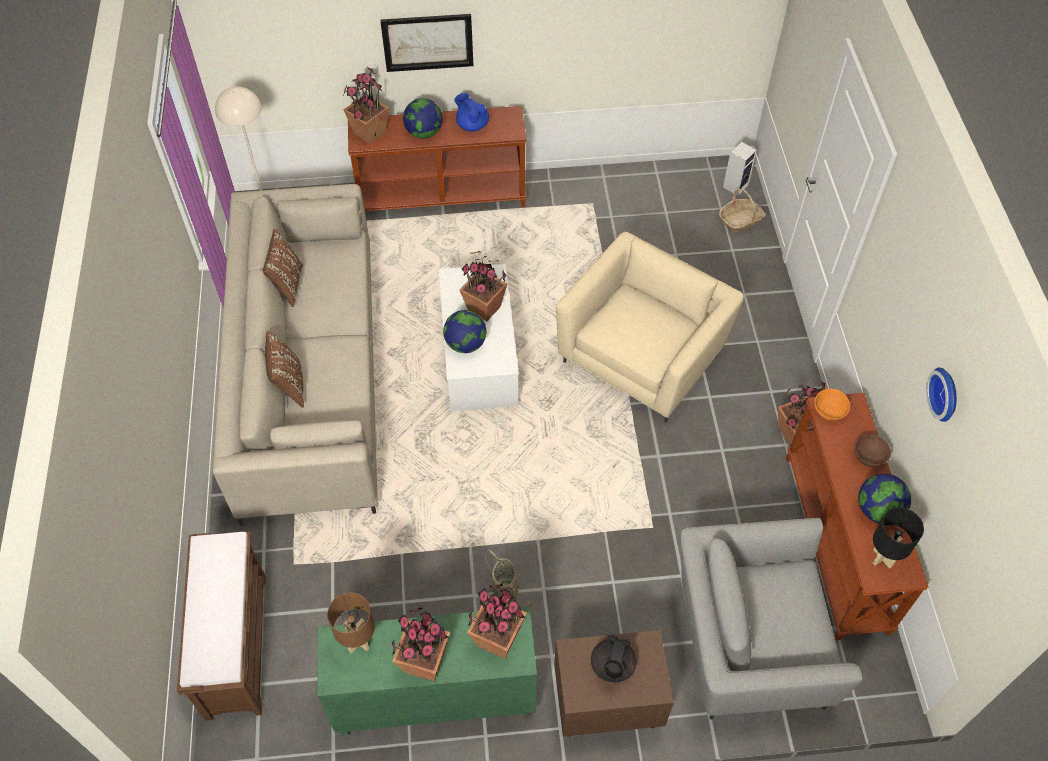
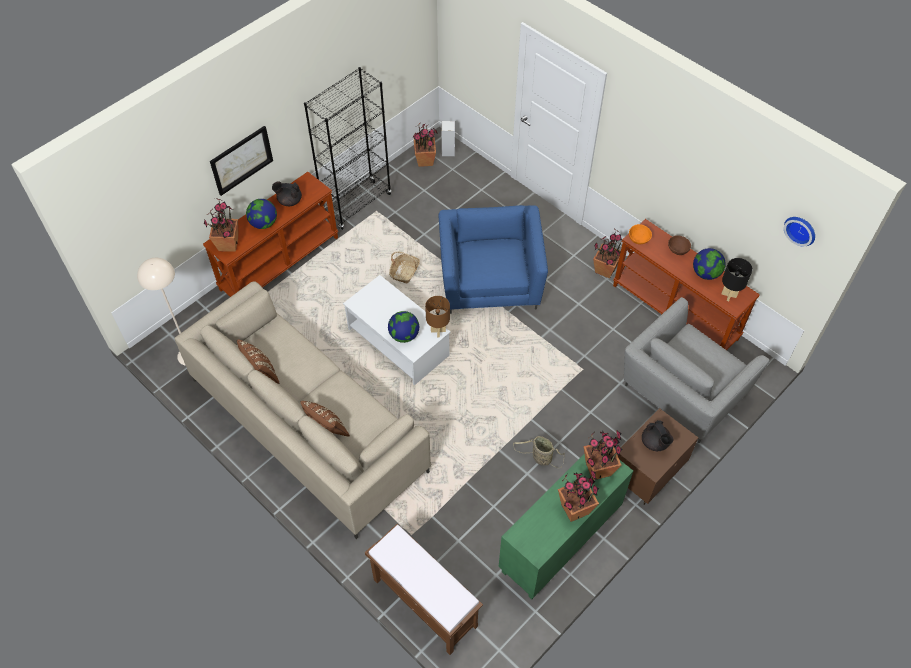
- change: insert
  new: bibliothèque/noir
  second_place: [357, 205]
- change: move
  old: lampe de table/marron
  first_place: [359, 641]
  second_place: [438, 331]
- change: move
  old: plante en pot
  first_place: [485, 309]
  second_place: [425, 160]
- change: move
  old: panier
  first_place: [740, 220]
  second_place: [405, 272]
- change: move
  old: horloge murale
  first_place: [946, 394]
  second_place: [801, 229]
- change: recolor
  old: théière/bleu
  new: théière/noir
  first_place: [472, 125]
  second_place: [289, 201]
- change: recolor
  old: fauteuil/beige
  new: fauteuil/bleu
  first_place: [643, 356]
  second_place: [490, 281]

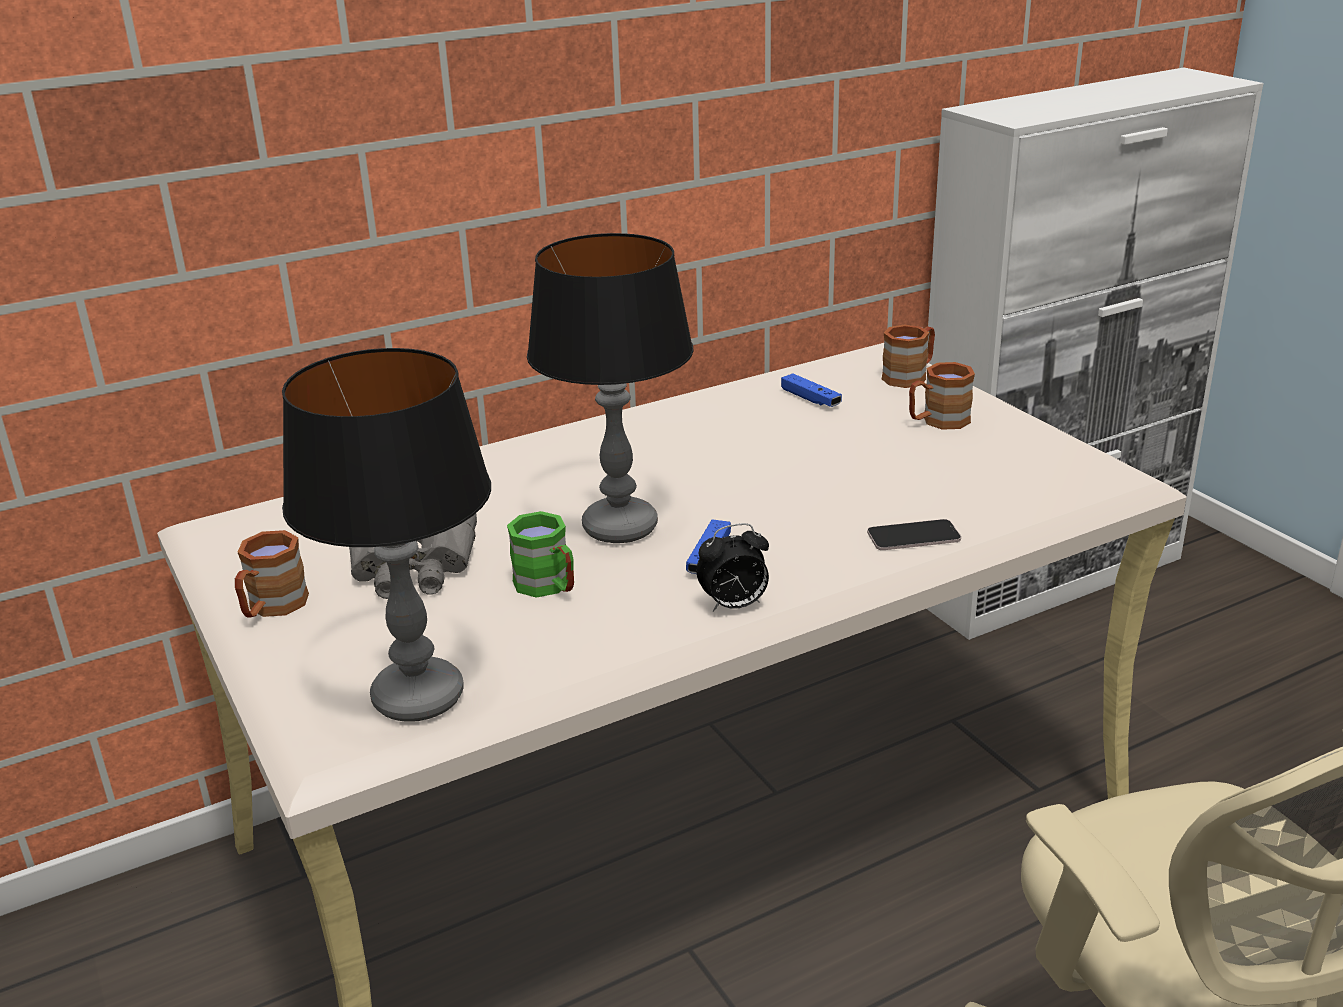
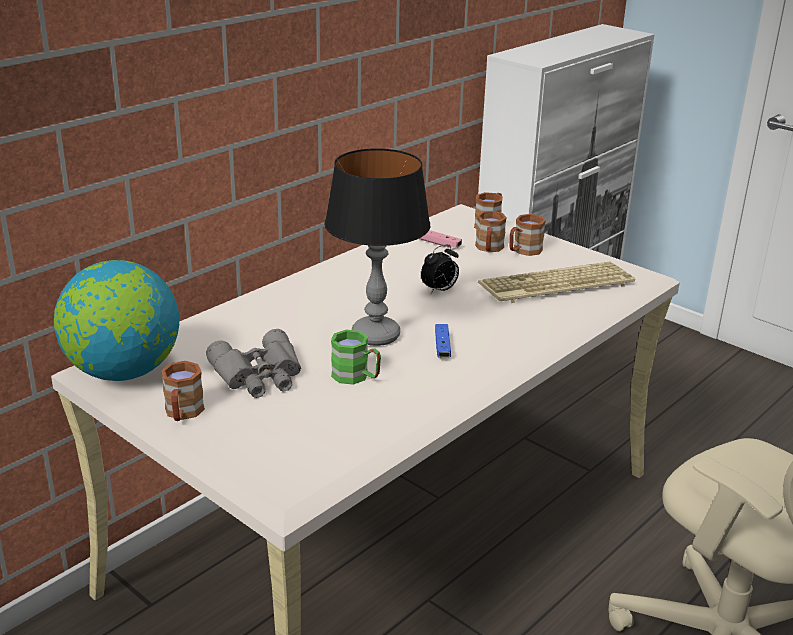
- change: delete
  old: lampe de table
  first_place: [419, 697]
- change: delete
  old: téléphone
  first_place: [913, 536]
- change: insert
  new: globe
  second_place: [123, 372]
- change: insert
  new: mug/marron
  second_place: [489, 249]
- change: insert
  new: clavier
  second_place: [556, 285]
- change: move
  old: réveil
  first_place: [734, 606]
  second_place: [439, 290]
- change: recolor
  old: manette/bleu
  new: manette/rose
  first_place: [810, 399]
  second_place: [439, 244]

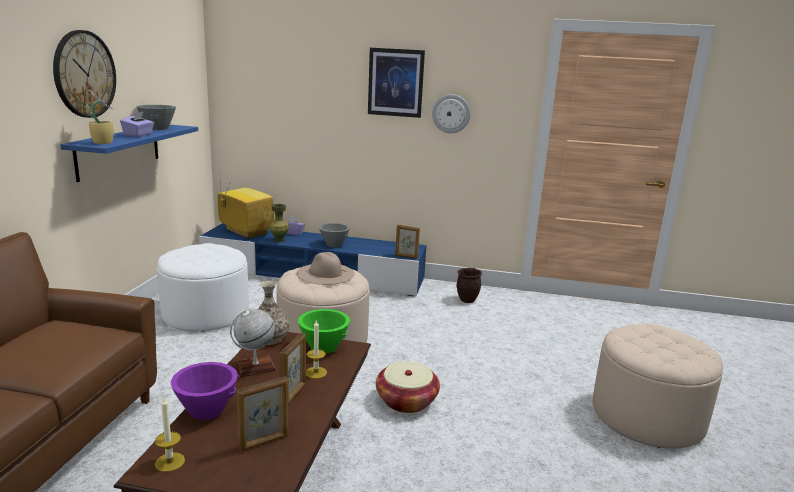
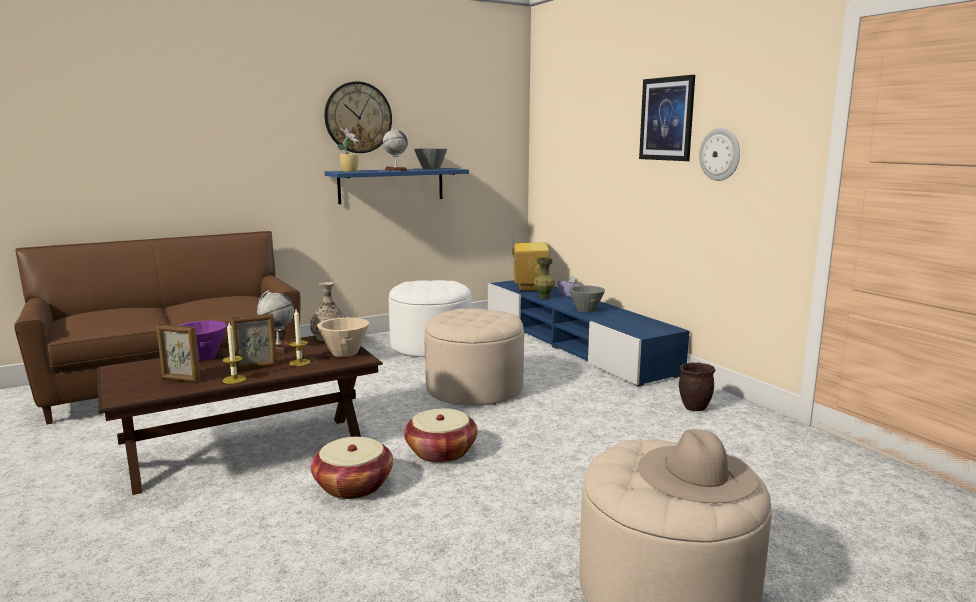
- change: delete
  old: cadre photo
  first_place: [406, 256]
- change: insert
  new: panier
  second_place: [353, 486]
- change: move
  old: bougie
  first_place: [170, 462]
  second_place: [234, 379]
- change: move
  old: chapeau/beige
  first_place: [325, 273]
  second_place: [695, 472]
- change: replace
  old: boîte à mouchoirs/violet
  new: globe
  first_place: [138, 135]
  second_place: [396, 170]
- change: recolor
  old: bol/vert
  new: bol/beige
  first_place: [323, 347]
  second_place: [344, 353]

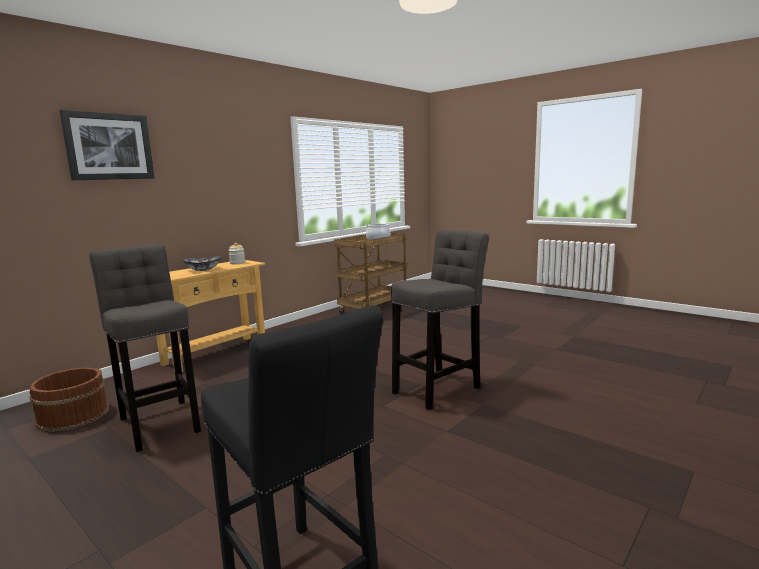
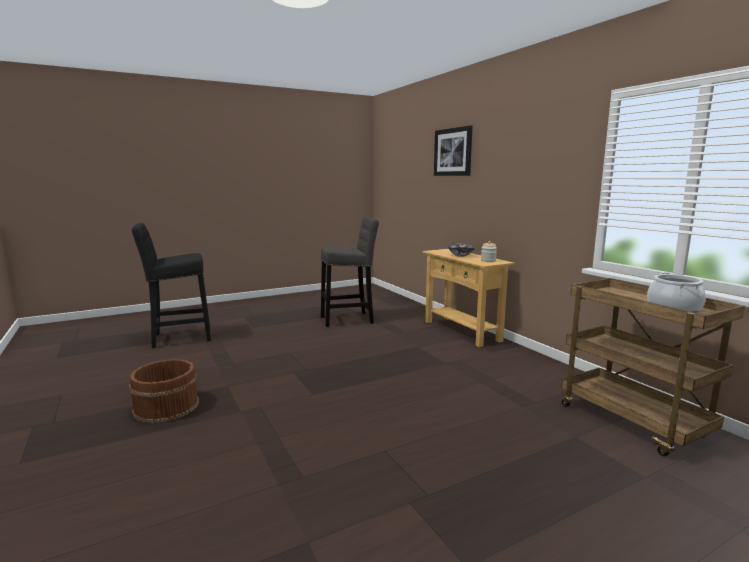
- change: delete
  old: tabouret/gris
  first_place: [439, 388]
- change: move
  old: seau/marron
  first_place: [73, 416]
  second_place: [166, 406]

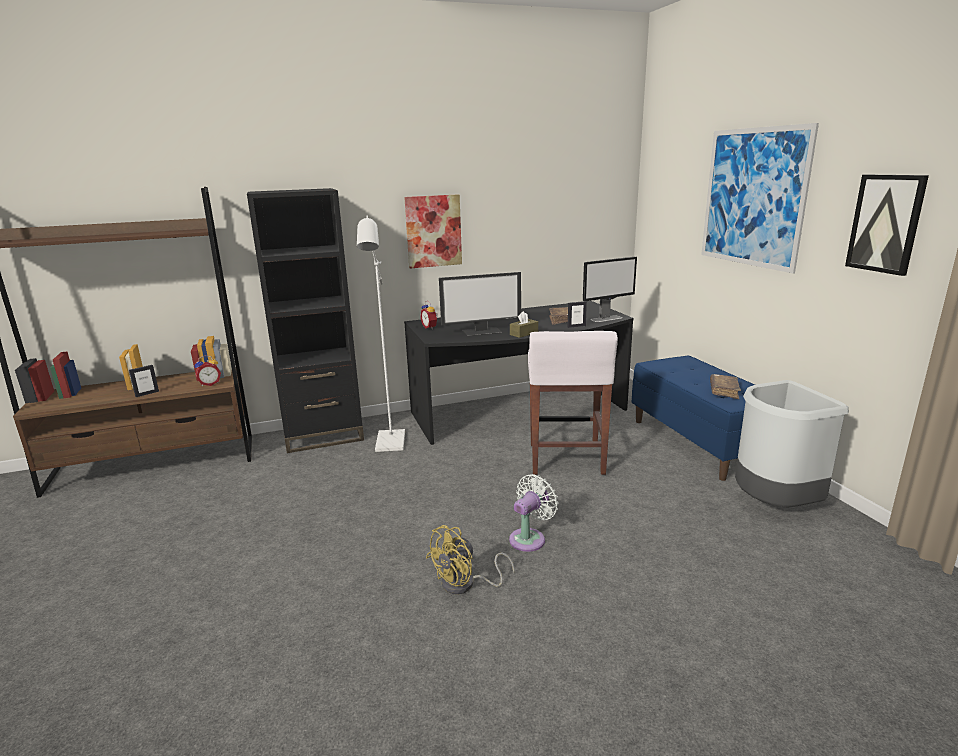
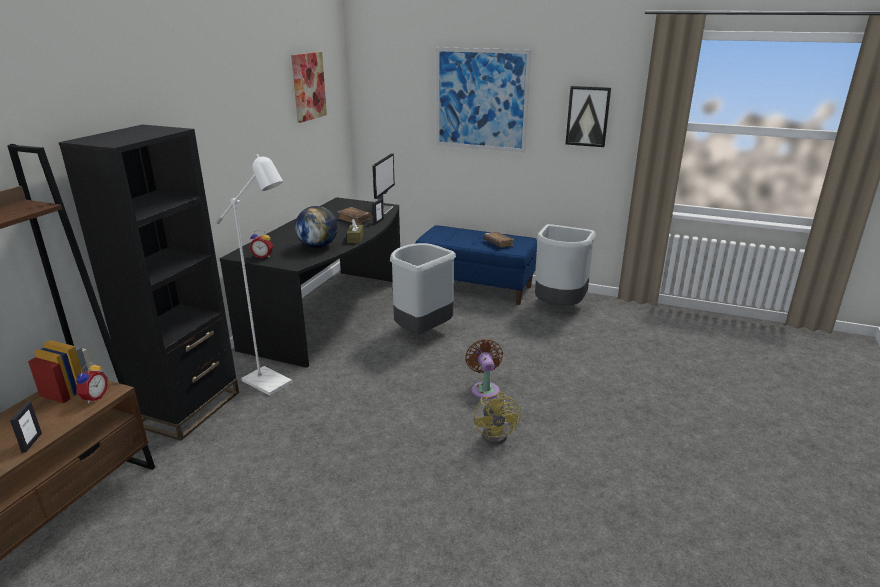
- change: move
  old: tableau
  first_place: [433, 231]
  second_place: [308, 86]
- change: replace
  old: écran d'ordinateur
  new: globe
  first_place: [482, 331]
  second_place: [318, 246]
- change: replace
  old: tabouret/blanc
  new: poubelle/gris
  first_place: [566, 460]
  second_place: [421, 332]
- change: recolor
  old: ventilateur/blanc
  new: ventilateur/marron
  first_place: [530, 538]
  second_place: [485, 389]

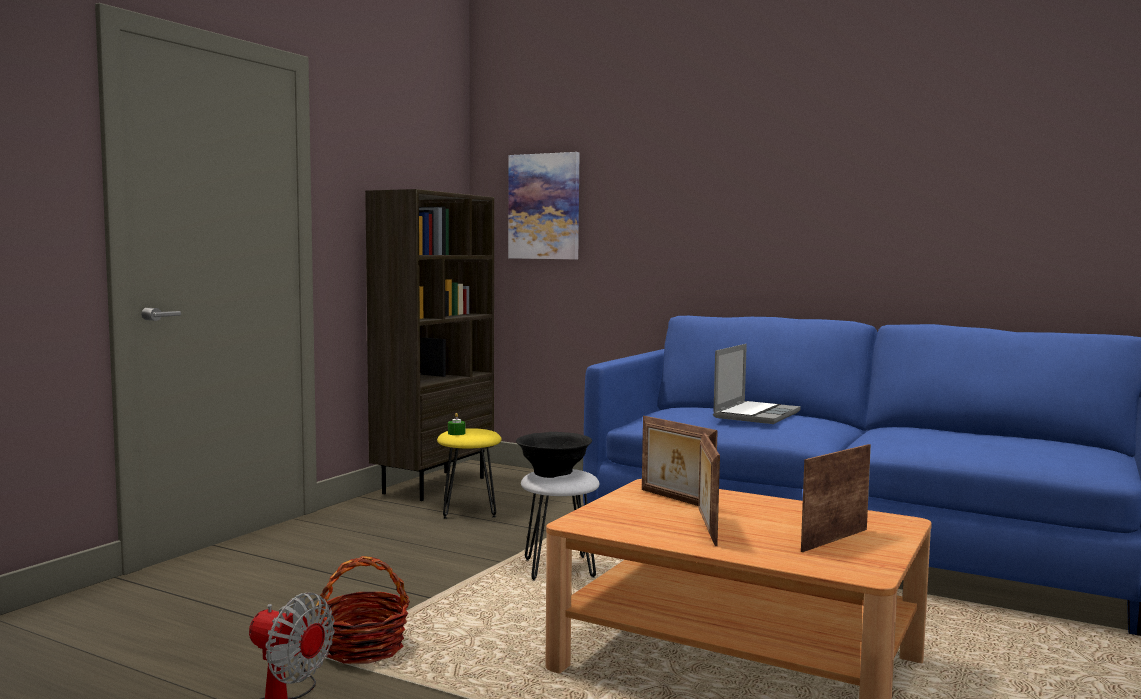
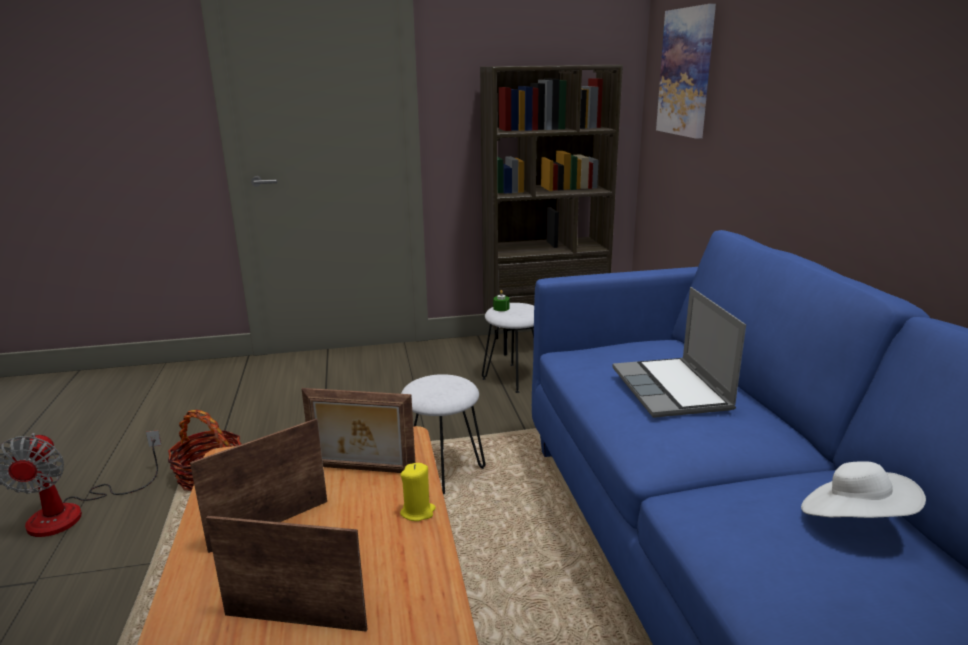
- change: delete
  old: bol/noir
  first_place: [553, 473]
- change: insert
  new: bougie/jaune
  second_place: [418, 512]
- change: insert
  new: chapeau/blanc
  second_place: [854, 520]
- change: recolor
  old: tabouret/jaune
  new: tabouret/blanc
  first_place: [469, 510]
  second_place: [515, 377]
- change: rotate
  old: cadre photo
  first_place: [675, 499]
  second_place: [362, 470]
  degrees: -90
- change: rotate
  old: ordinateur portable
  first_place: [756, 414]
  second_place: [672, 390]
  degrees: 90

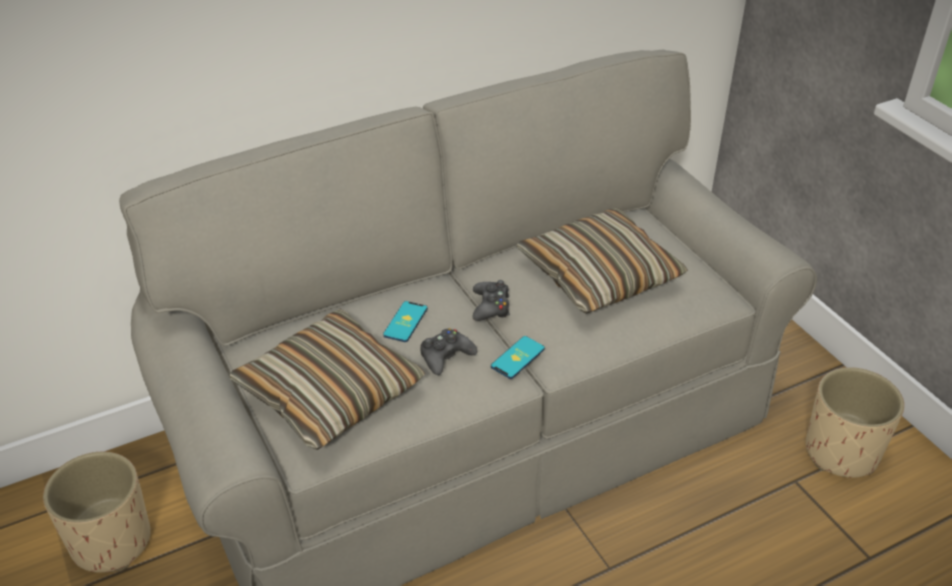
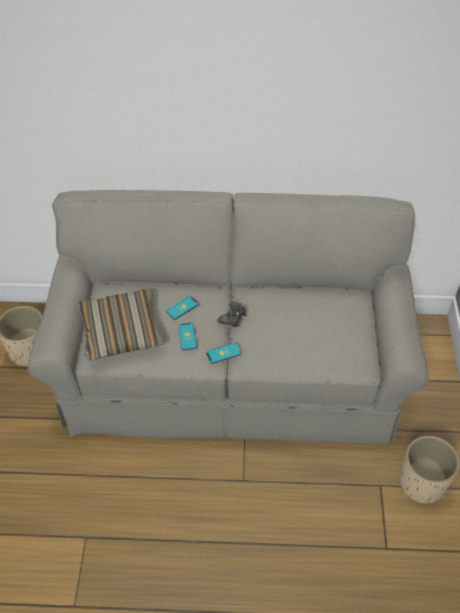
- change: delete
  old: coussin
  first_place: [599, 275]
- change: replace
  old: manette/noir
  new: téléphone
  first_place: [446, 356]
  second_place: [187, 336]

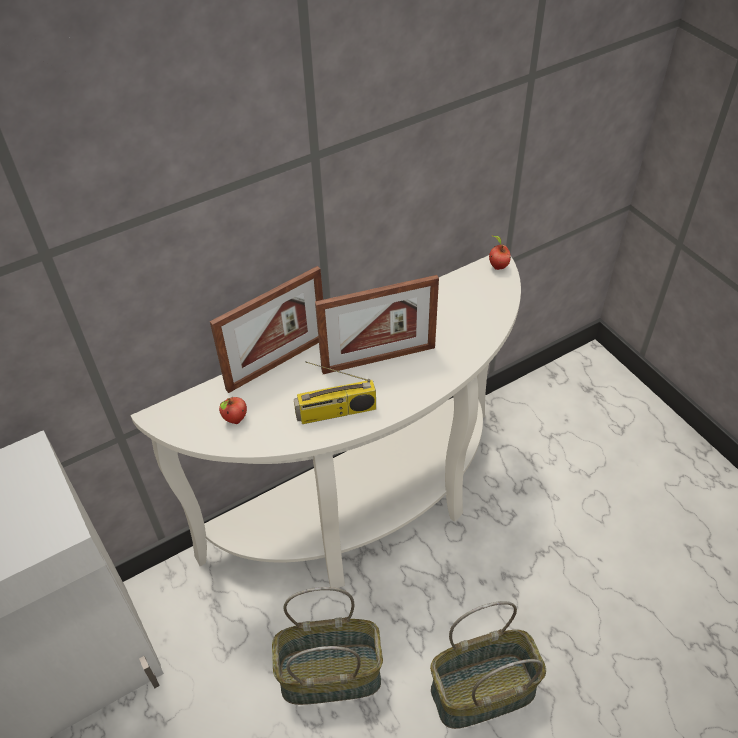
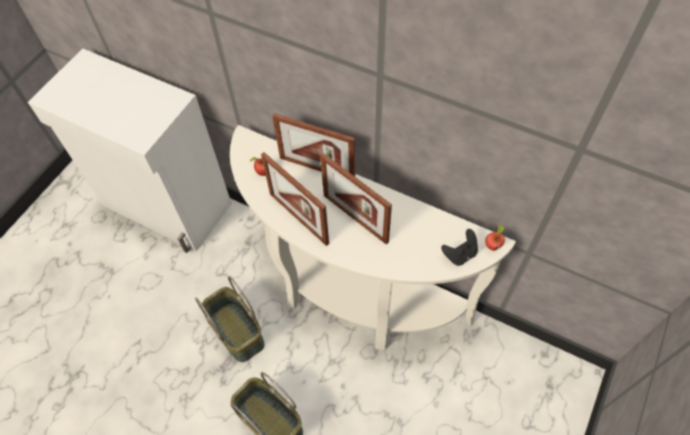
- change: insert
  new: manette/noir
  second_place: [460, 254]
- change: replace
  old: radio
  new: cadre photo
  first_place: [336, 412]
  second_place: [298, 218]

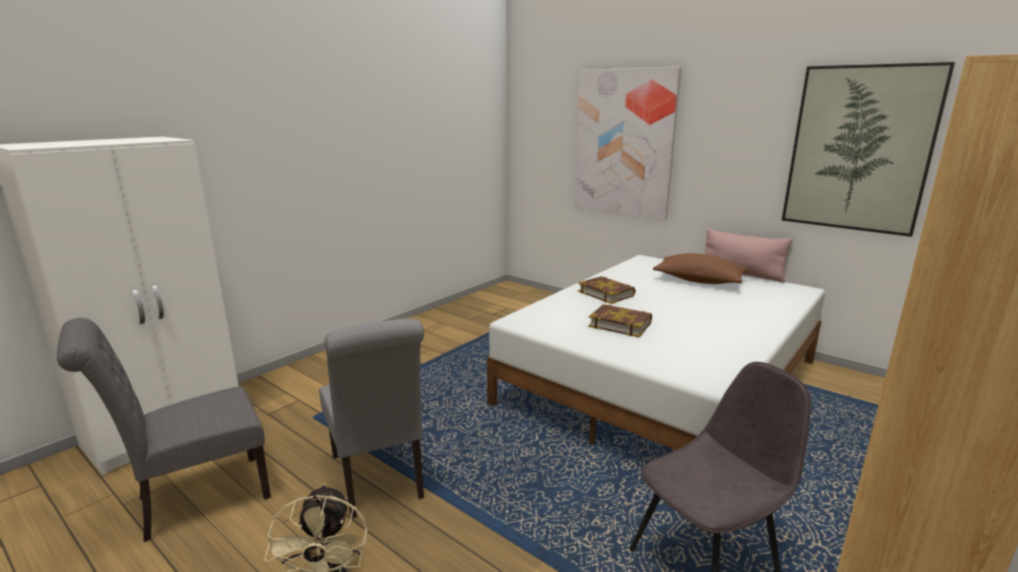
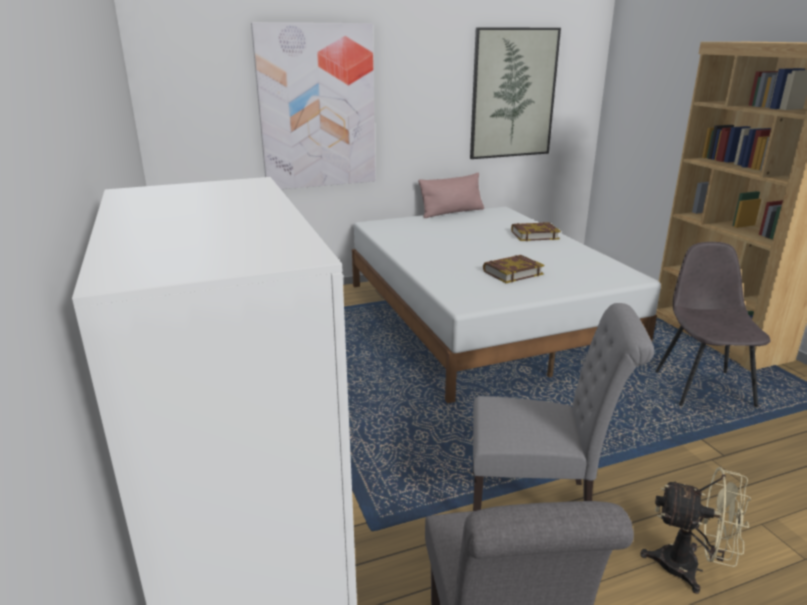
- change: delete
  old: coussin/marron
  first_place: [699, 281]
- change: move
  old: livre
  first_place: [606, 293]
  second_place: [534, 235]

